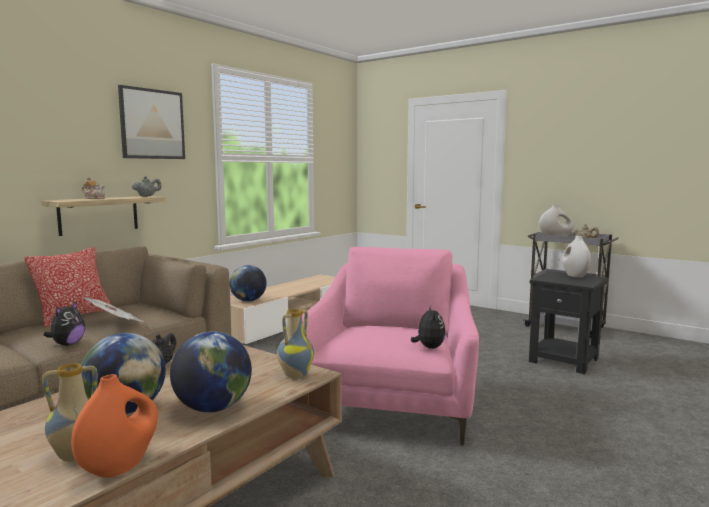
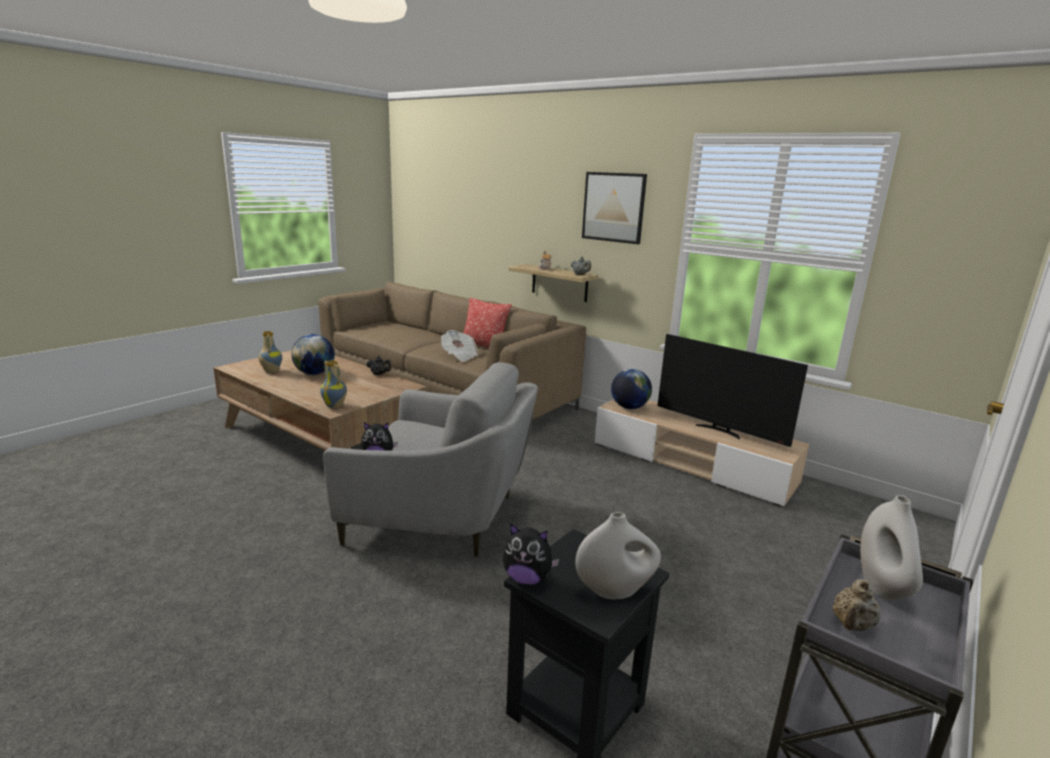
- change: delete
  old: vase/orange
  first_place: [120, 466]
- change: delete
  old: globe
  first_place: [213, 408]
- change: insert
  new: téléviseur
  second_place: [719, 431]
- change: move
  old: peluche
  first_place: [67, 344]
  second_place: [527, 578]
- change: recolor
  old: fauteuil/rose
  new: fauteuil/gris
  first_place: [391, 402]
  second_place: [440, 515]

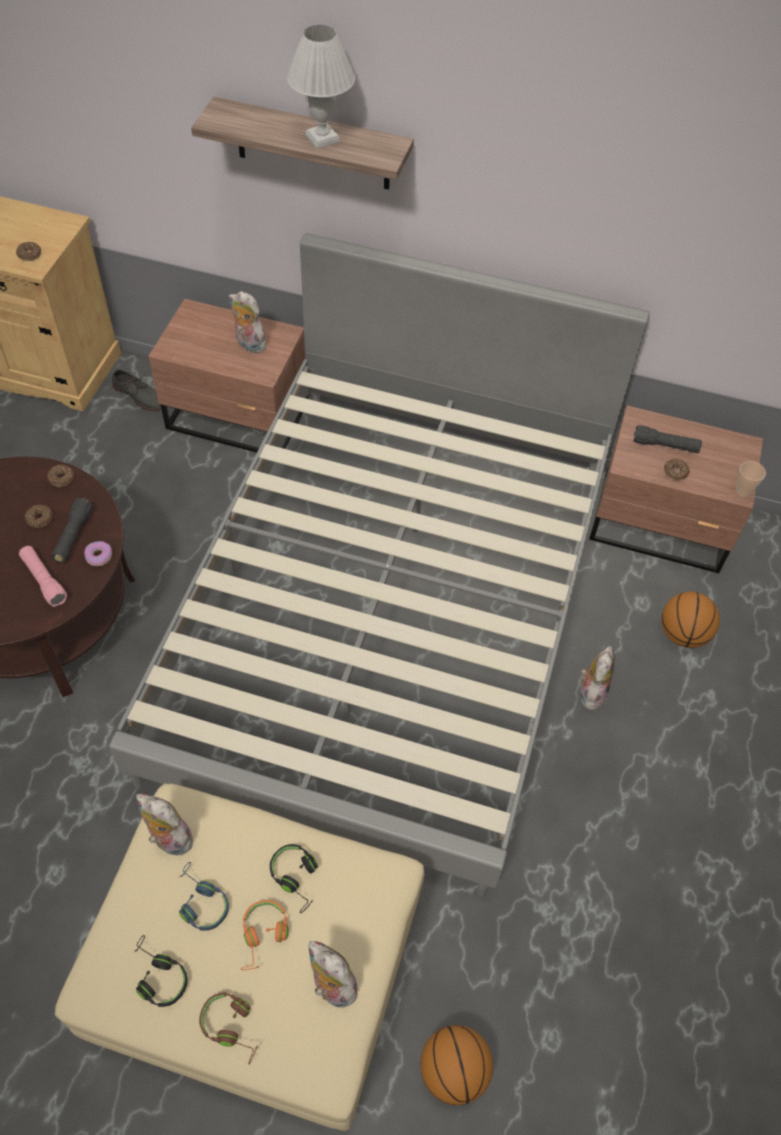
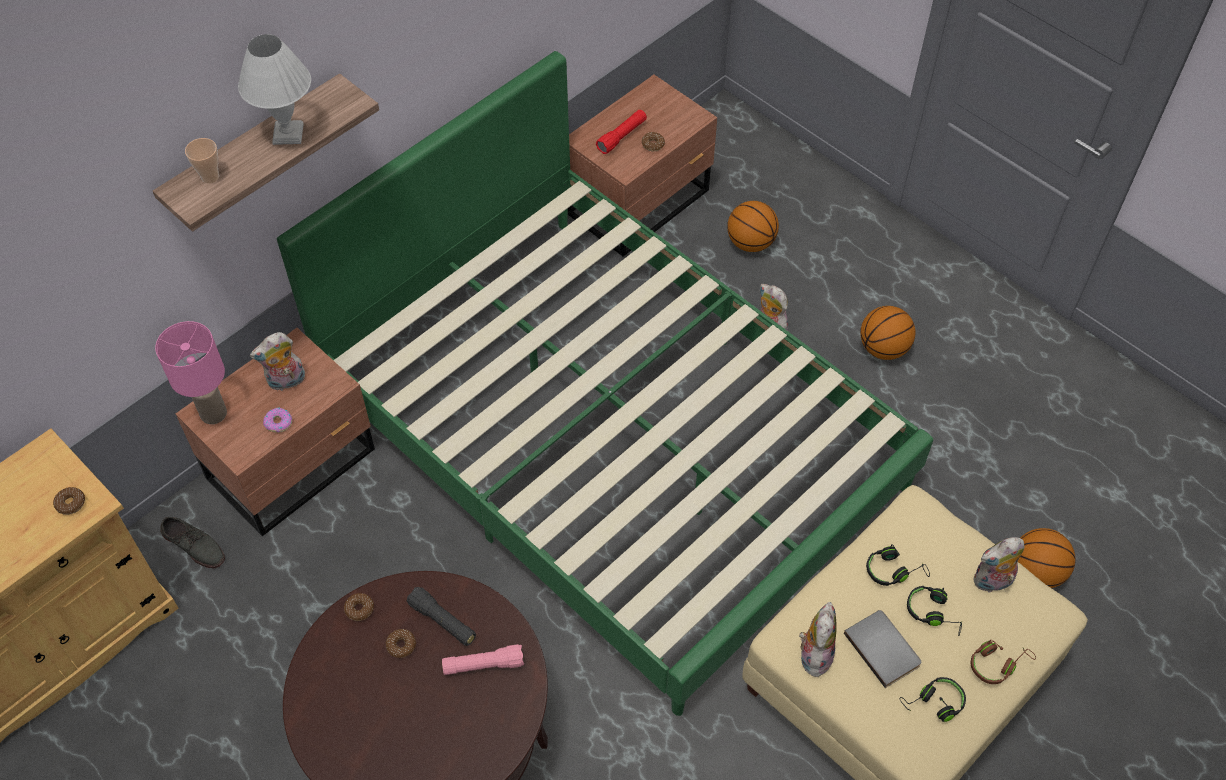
- change: insert
  new: lampe de table/rose
  second_place: [214, 413]
- change: insert
  new: ballon de basket
  second_place: [883, 348]
- change: move
  old: beignet
  first_place: [99, 556]
  second_place: [278, 423]
- change: move
  old: tasse
  first_place: [743, 491]
  second_place: [210, 177]
- change: replace
  old: casque audio/bleu
  new: livre/gris
  first_place: [201, 902]
  second_place: [884, 648]
- change: recolor
  old: lit/gris
  new: lit/vert
  first_place: [389, 615]
  second_place: [613, 437]
- change: recolor
  old: casque audio/orange
  new: casque audio/noir
  first_place: [263, 936]
  second_place: [933, 613]
- change: recolor
  old: lampe de poche/noir
  new: lampe de poche/rouge
  first_place: [665, 446]
  second_place: [622, 136]
- change: rotate
  old: chaussure/gris
  first_place: [138, 395]
  second_place: [194, 545]
  degrees: 60
- change: rotate
  old: peluche
  first_place: [168, 839]
  second_place: [814, 654]
  degrees: 135

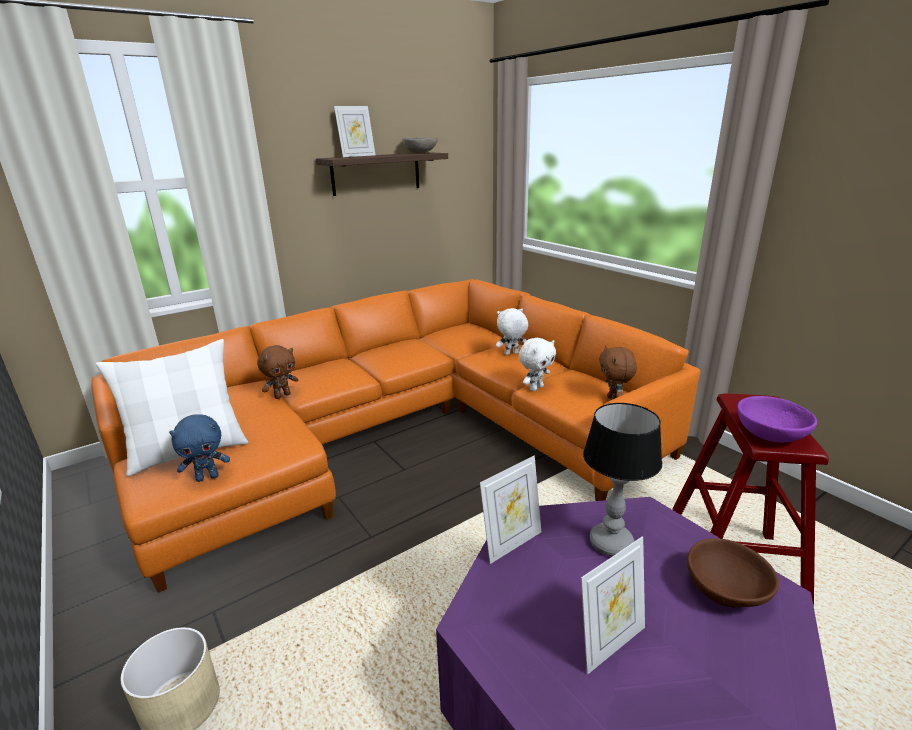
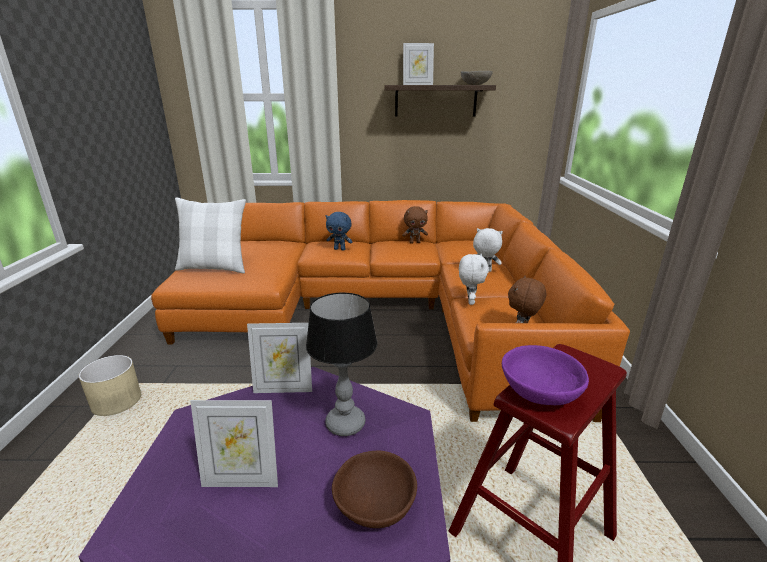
- change: move
  old: peluche/bleu
  first_place: [208, 477]
  second_place: [340, 249]
- change: move
  old: peluche/marron
  first_place: [282, 395]
  second_place: [415, 242]
- change: rotate
  old: peluche/blanc
  first_place: [535, 388]
  second_place: [469, 301]
  degrees: -75

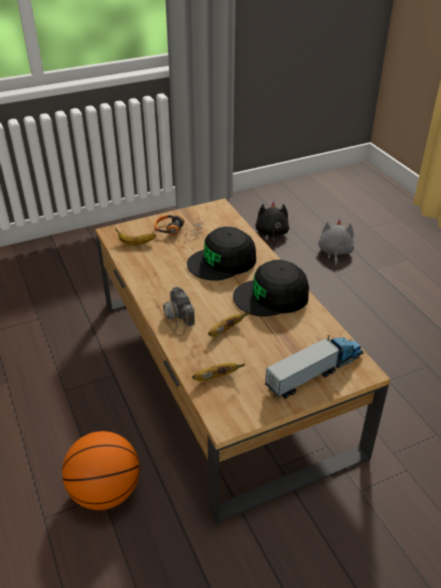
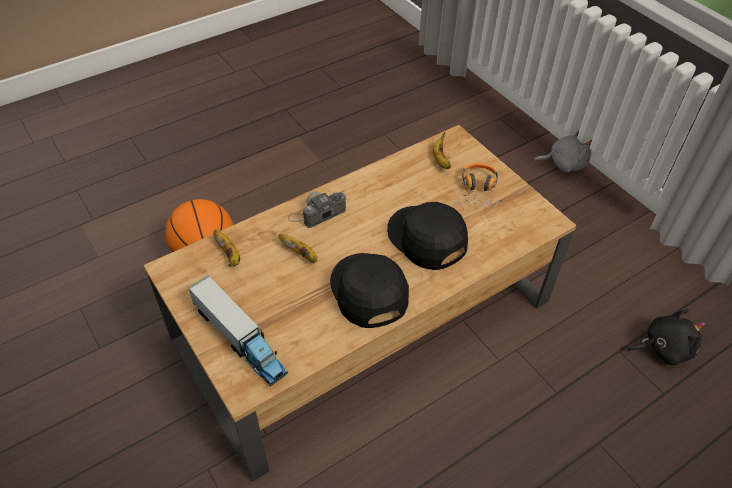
- change: move
  old: peluche/gris
  first_place: [334, 252]
  second_place: [564, 163]

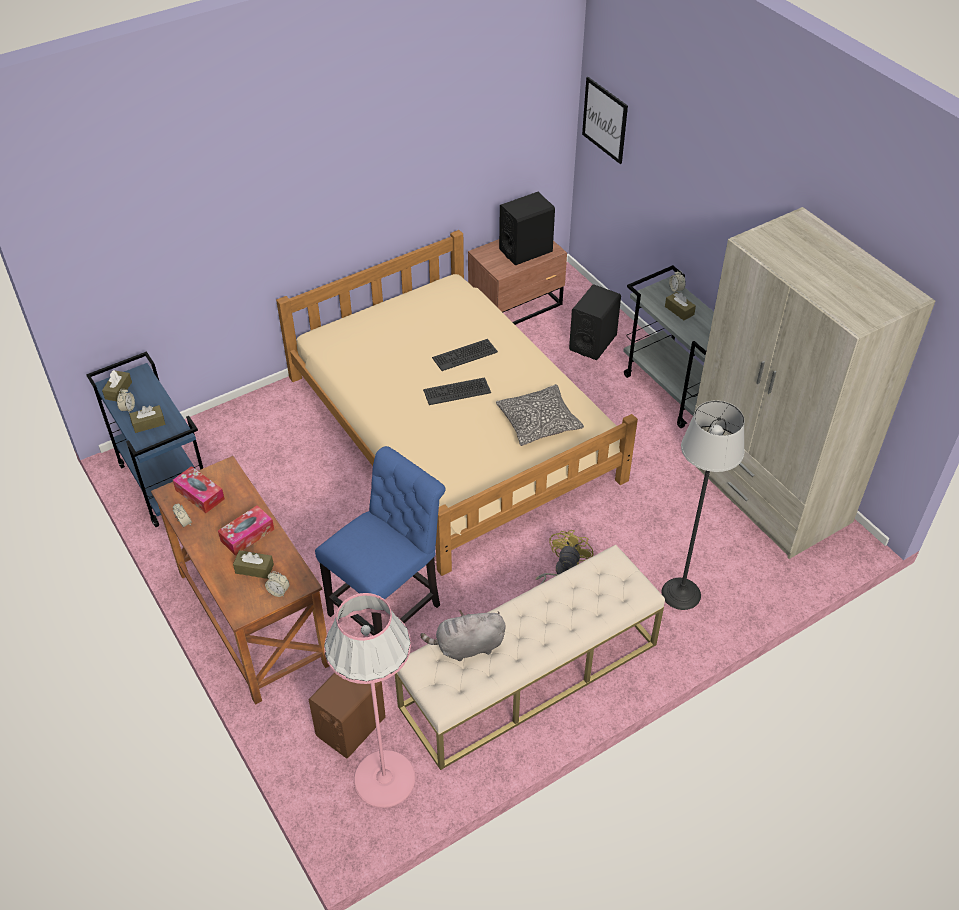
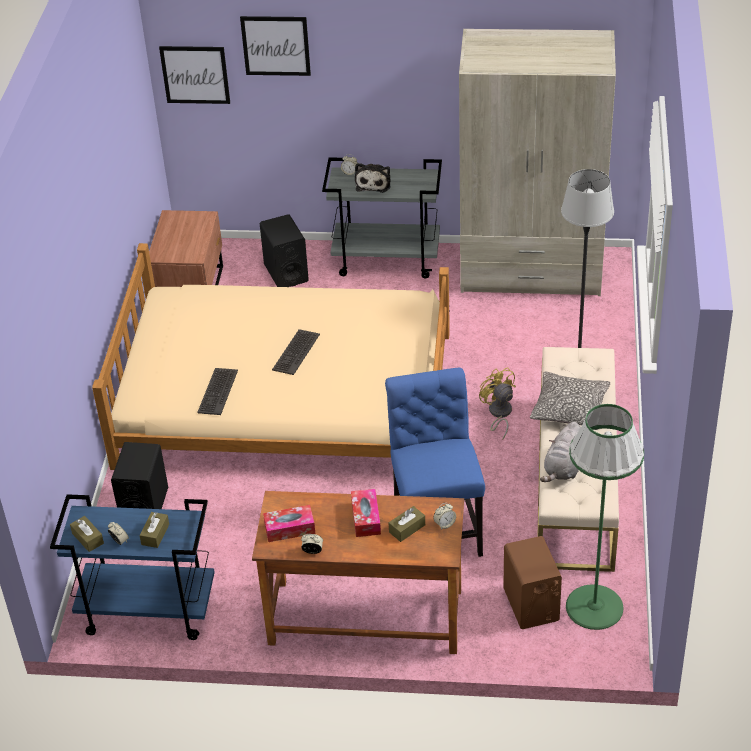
- change: insert
  new: tableau
  second_place: [275, 45]
- change: move
  old: clavier
  first_place: [464, 355]
  second_place: [217, 391]
- change: move
  old: coussin
  first_place: [538, 422]
  second_place: [569, 408]
- change: move
  old: enceinte/noir
  first_place: [526, 250]
  second_place: [144, 505]
- change: replace
  old: boîte à mouchoirs/marron
  new: peluche
  first_place: [679, 310]
  second_place: [373, 183]
- change: recolor
  old: lampadaire/rose
  new: lampadaire/vert
  first_place: [384, 778]
  second_place: [594, 606]

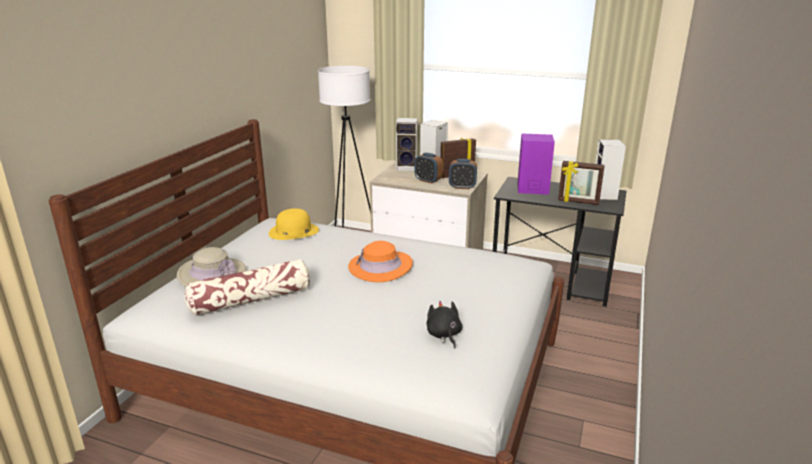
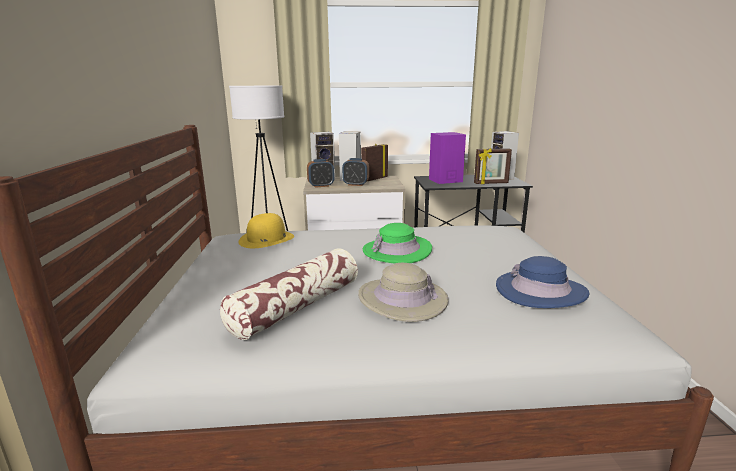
- change: move
  old: chapeau/beige
  first_place: [212, 274]
  second_place: [402, 299]
- change: move
  old: réveil
  first_place: [462, 187]
  second_place: [321, 186]
- change: replace
  old: peluche/noir
  new: chapeau/bleu
  first_place: [444, 335]
  second_place: [540, 291]
- change: recolor
  old: chapeau/orange
  new: chapeau/vert
  first_place: [380, 267]
  second_place: [397, 250]

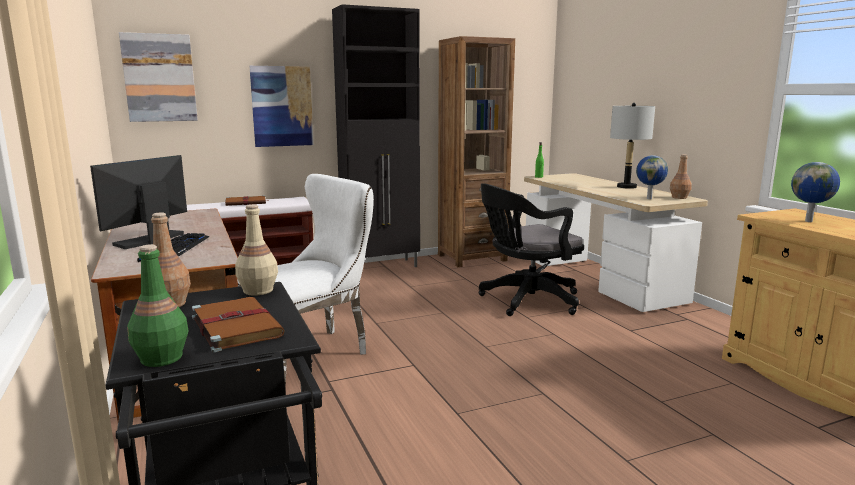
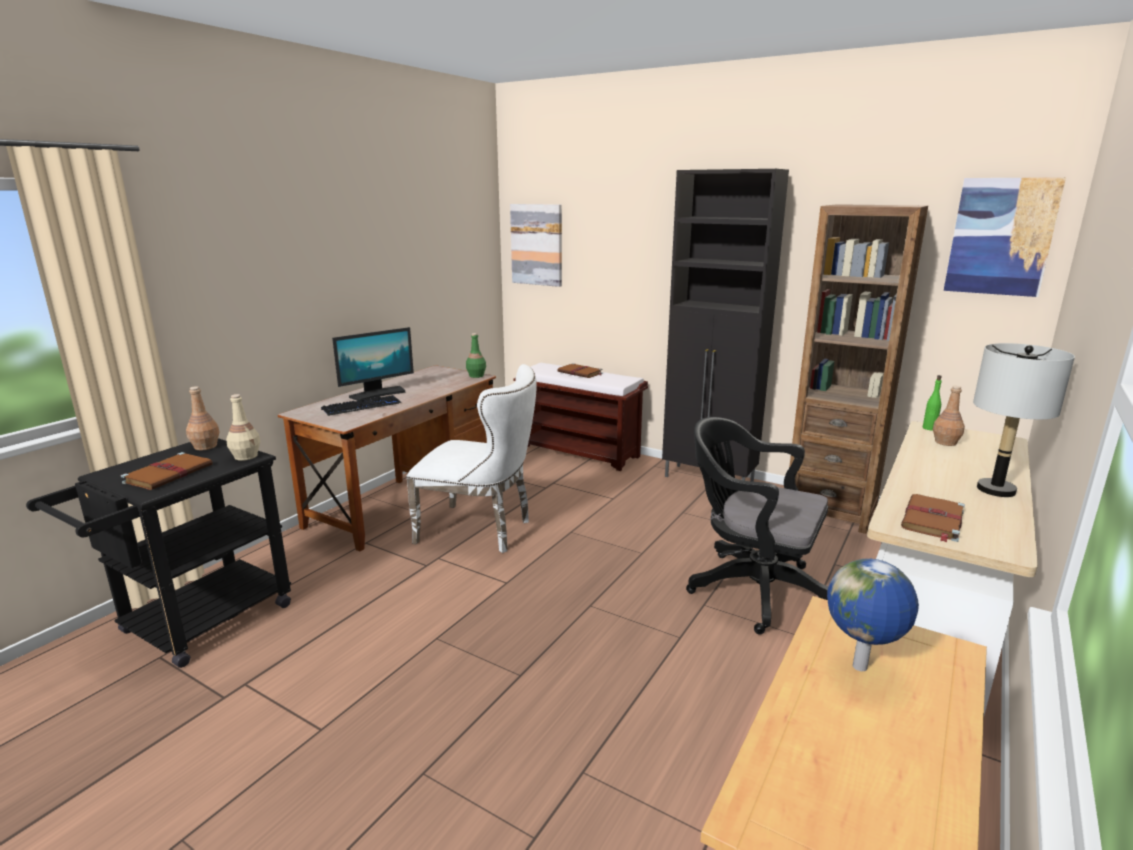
- change: move
  old: bouteille/vert
  first_place: [162, 358]
  second_place: [476, 376]
- change: move
  old: tableau
  first_place: [282, 106]
  second_place: [1001, 237]
- change: move
  old: bouteille/marron
  first_place: [679, 197]
  second_place: [945, 442]
- change: replace
  old: globe
  new: livre/marron
  first_place: [649, 198]
  second_place: [932, 520]
- change: rotate
  old: écran d'ordinateur
  first_place: [150, 240]
  second_place: [378, 394]
  degrees: 150

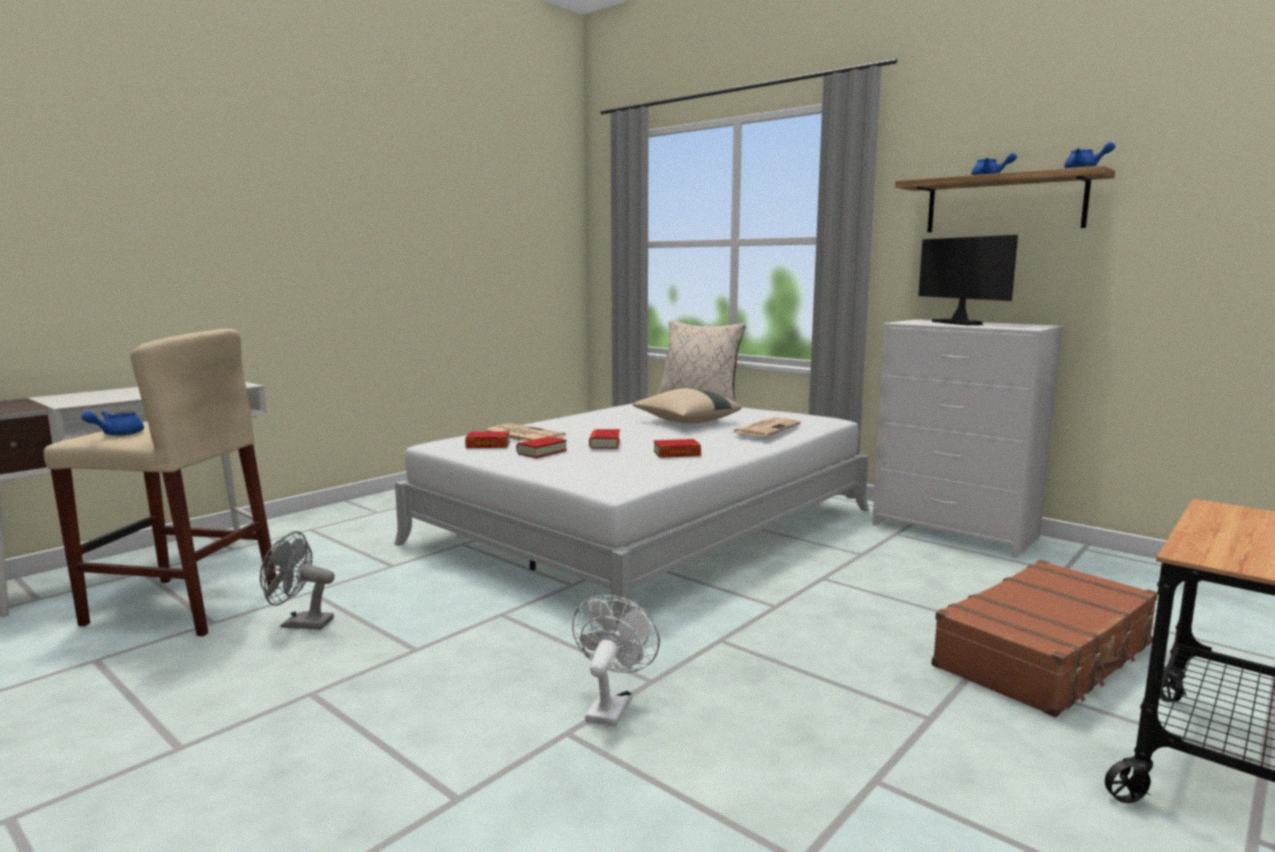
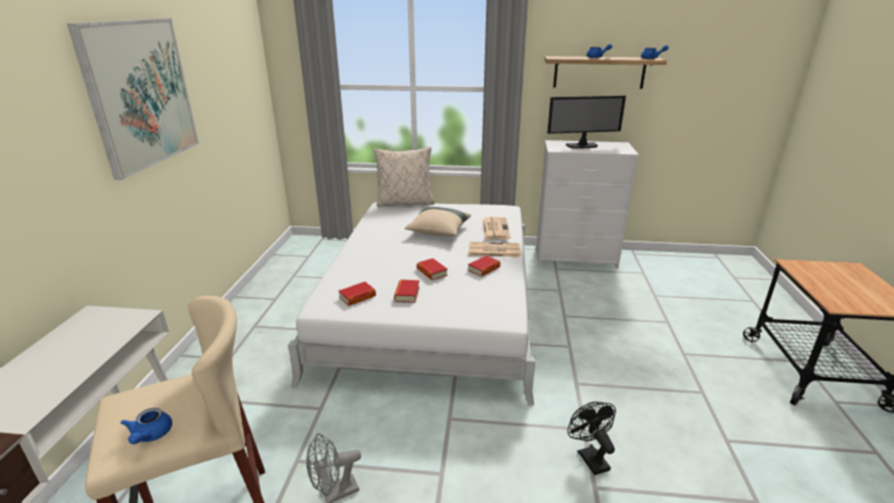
- change: delete
  old: valise/marron
  first_place: [1046, 656]
- change: insert
  new: tableau
  second_place: [141, 94]
- change: move
  old: journal
  first_place: [523, 435]
  second_place: [493, 250]
- change: recolor
  old: ventilateur/blanc
  new: ventilateur/noir
  first_place: [611, 706]
  second_place: [589, 457]
- change: rotate
  old: écran d'ordinateur
  first_place: [959, 323]
  second_place: [582, 146]
  degrees: 135

